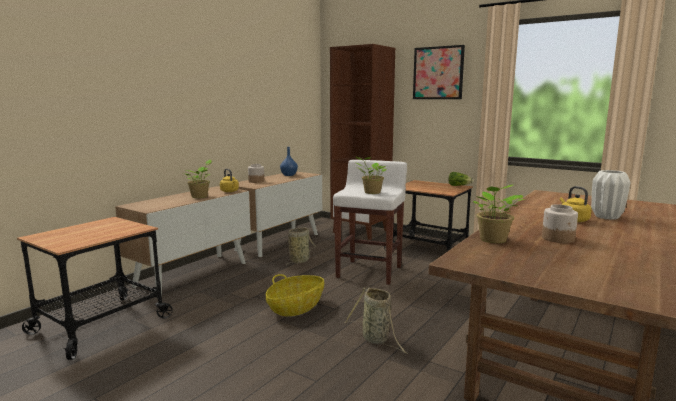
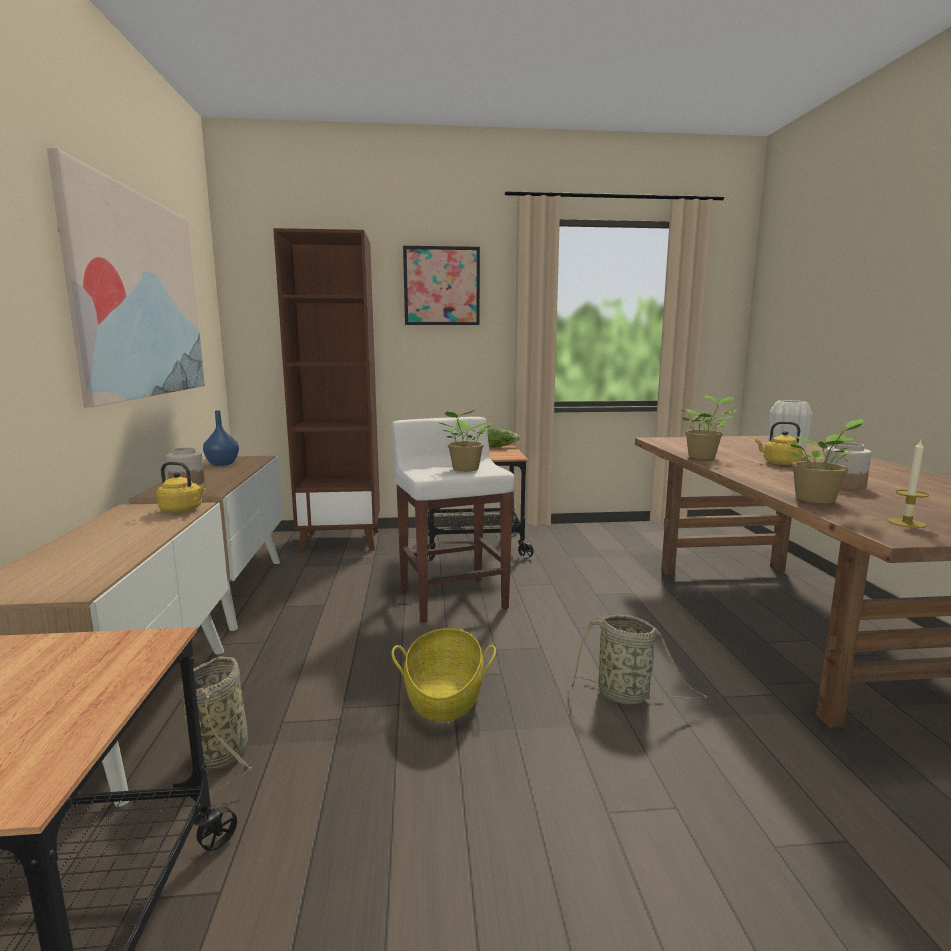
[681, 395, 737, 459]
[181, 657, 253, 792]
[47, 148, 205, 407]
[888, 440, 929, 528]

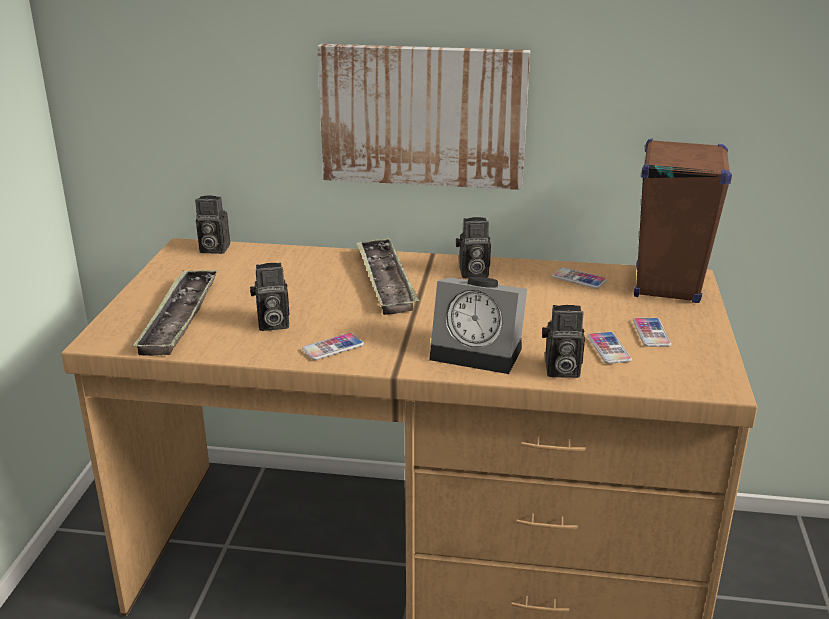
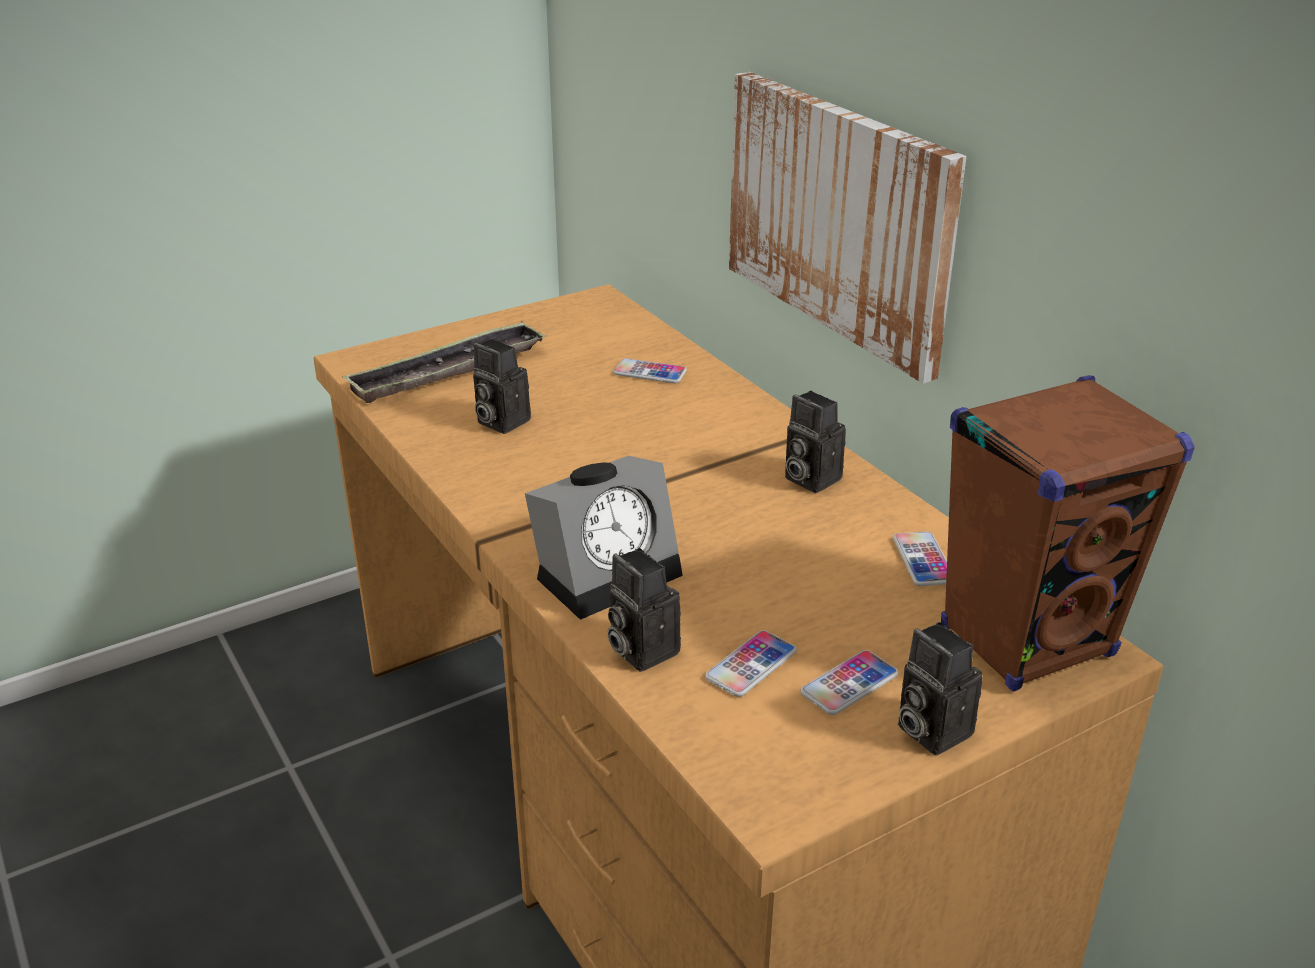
[898, 622, 983, 755]
[613, 358, 687, 384]
[356, 238, 419, 315] (first image)
[525, 456, 683, 620]

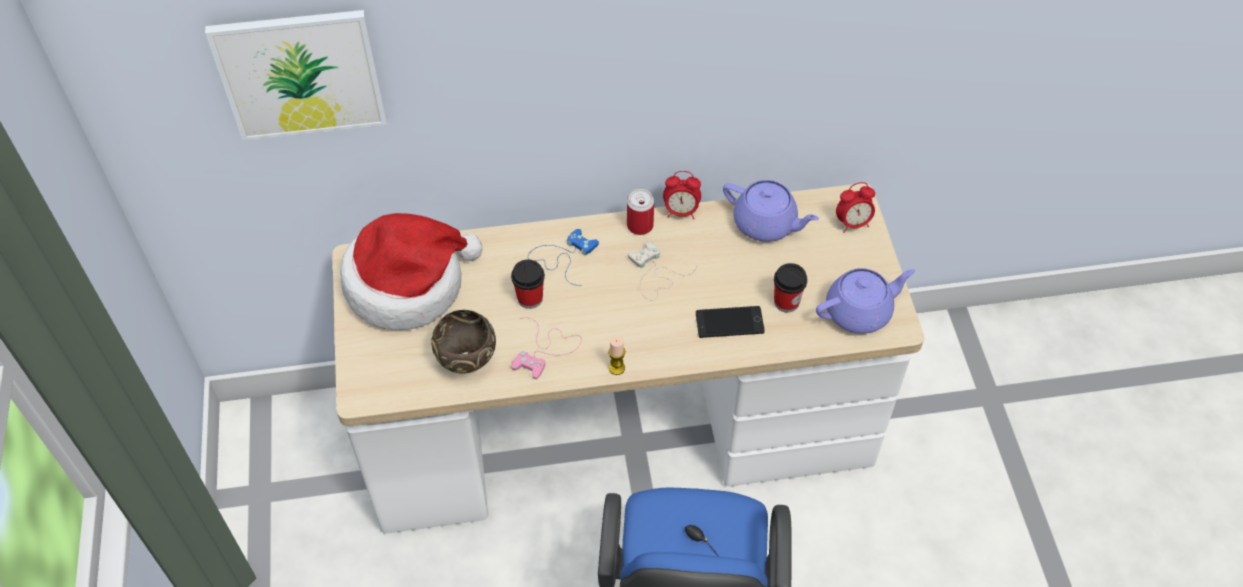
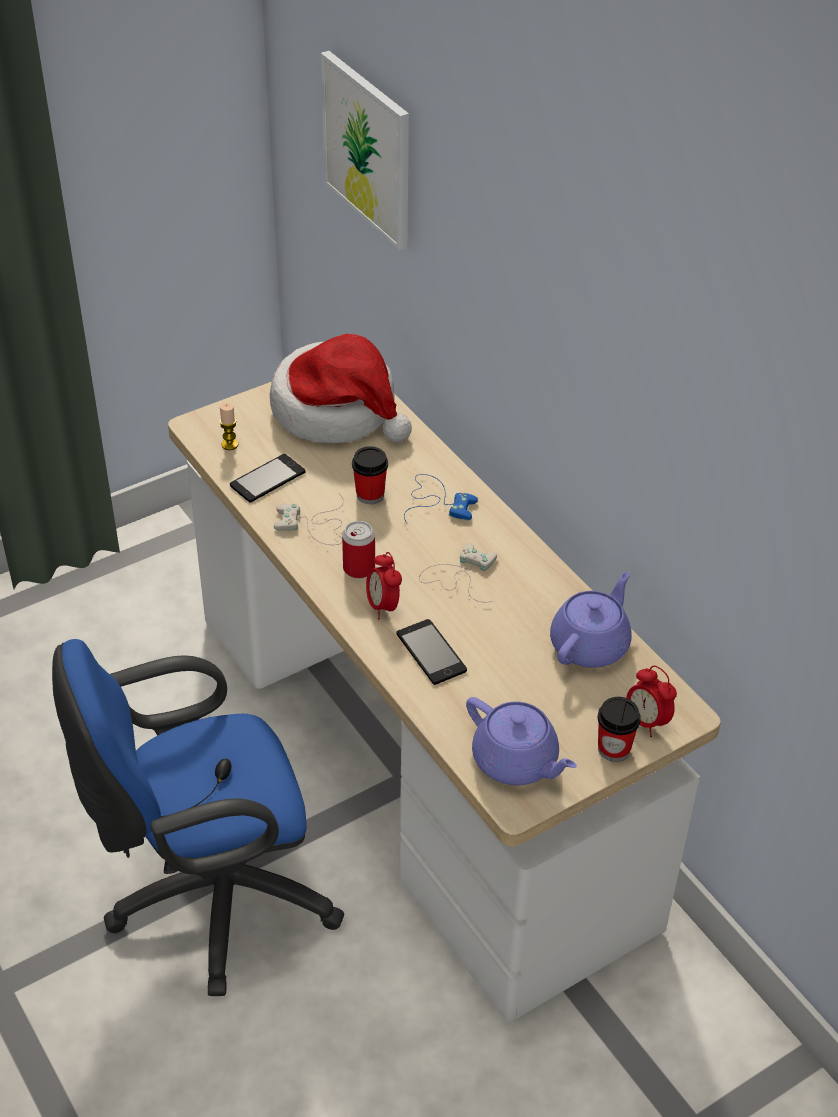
[230, 454, 305, 503]
[274, 493, 344, 545]
[219, 402, 238, 450]
[342, 521, 375, 578]
[366, 552, 402, 620]
[550, 572, 632, 668]
[598, 697, 641, 762]

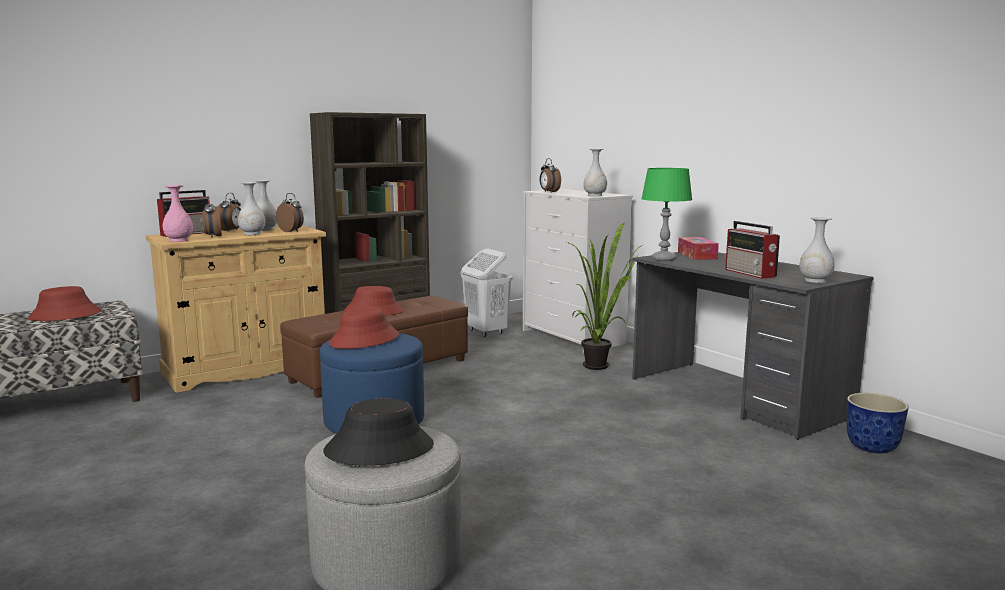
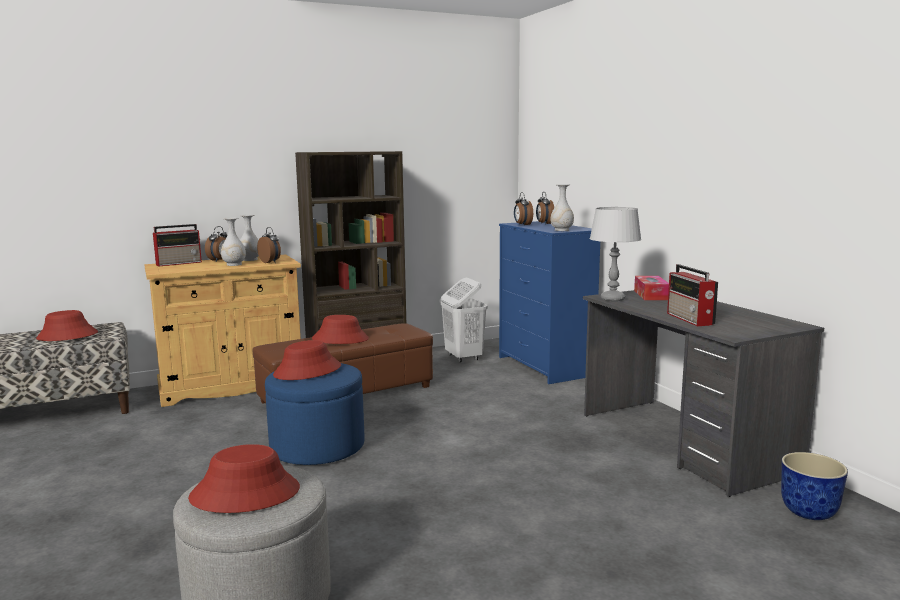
[162, 185, 193, 242] (first image)
[536, 192, 554, 225]
[188, 444, 300, 513]
[499, 221, 600, 384]
[567, 223, 641, 370] (first image)
[590, 207, 641, 301]
[799, 217, 834, 283] (first image)

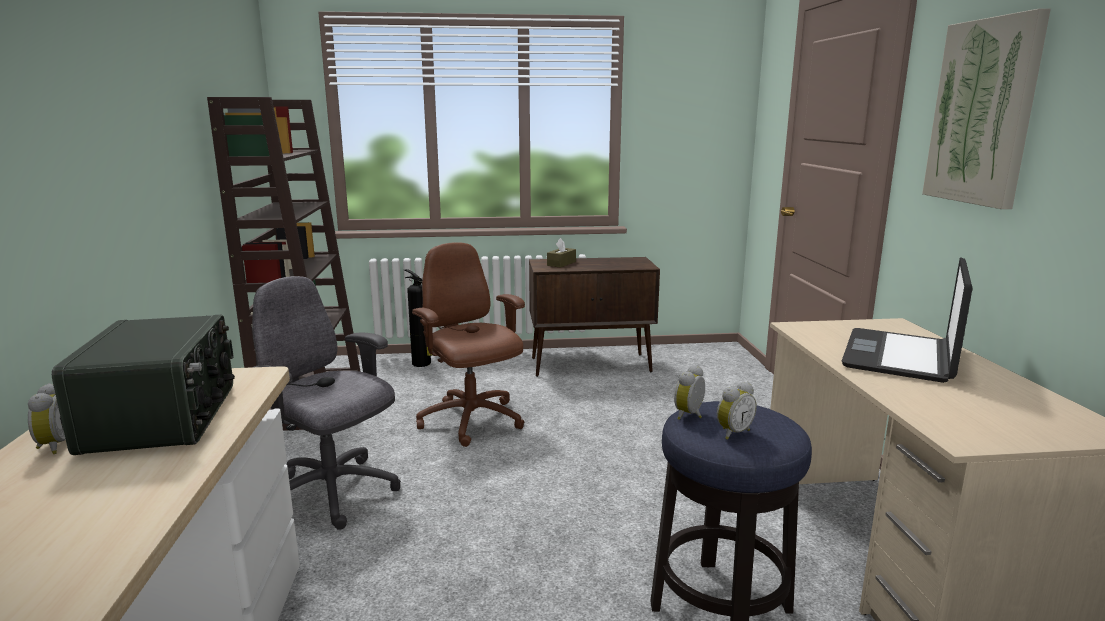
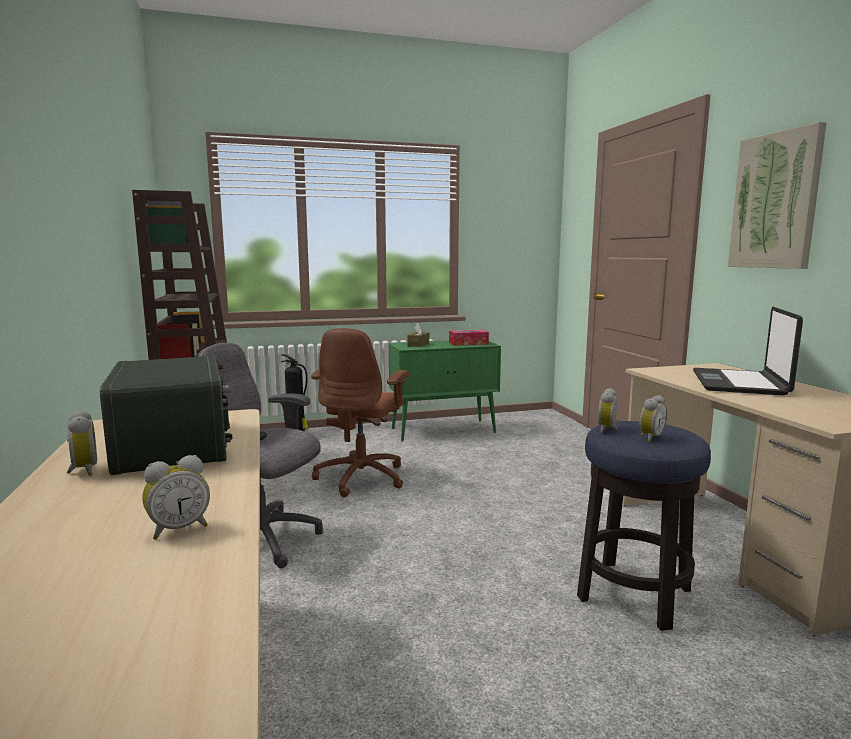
[311, 328, 409, 497]
[389, 340, 501, 441]
[142, 455, 210, 540]
[449, 330, 489, 346]

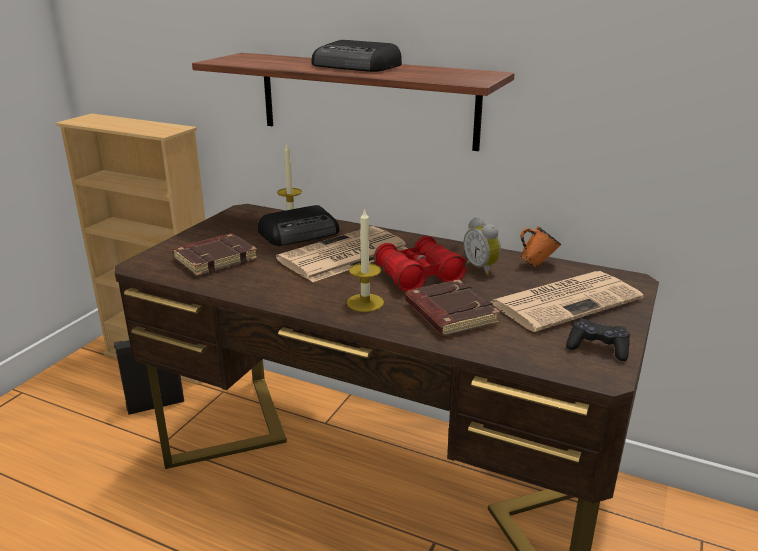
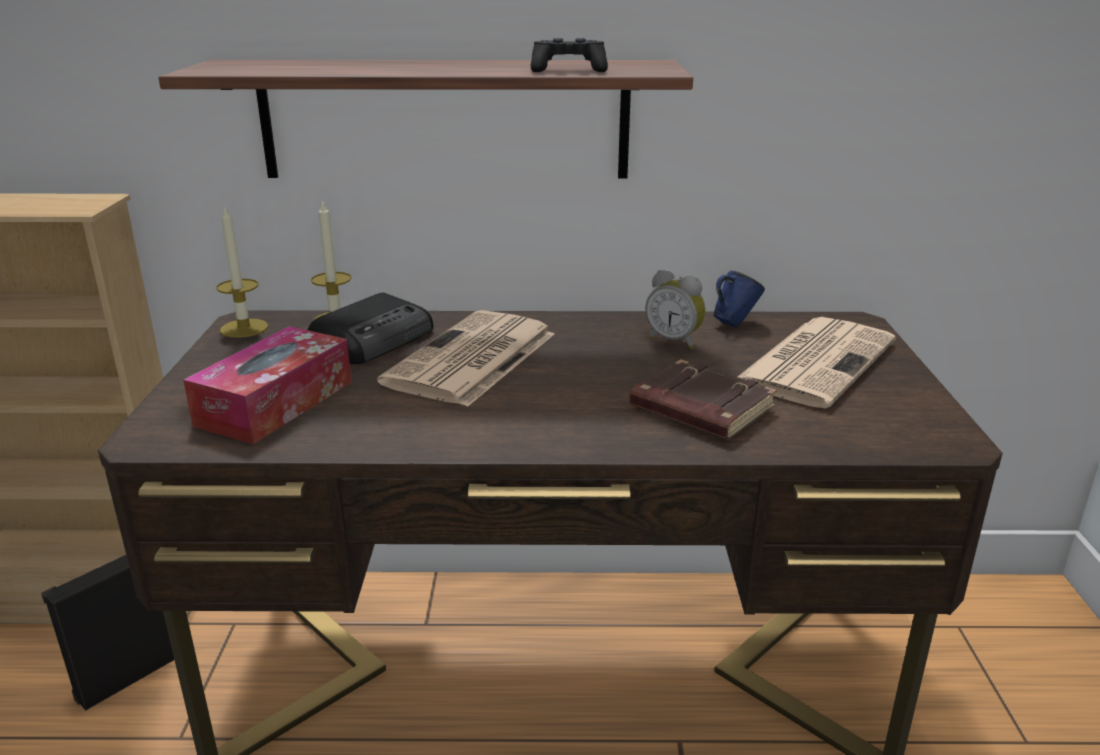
[183, 326, 351, 444]
[312, 40, 402, 72] (first image)
[216, 205, 268, 338]
[374, 236, 467, 292] (first image)
[713, 271, 765, 328]
[531, 38, 608, 72]

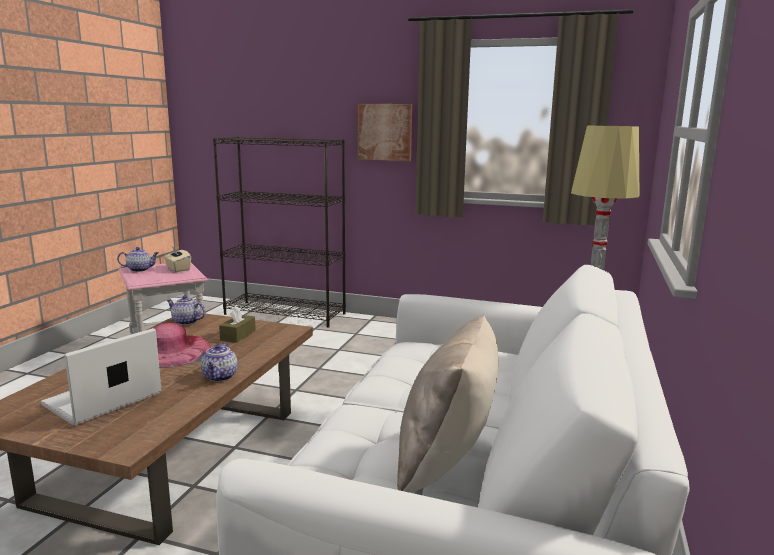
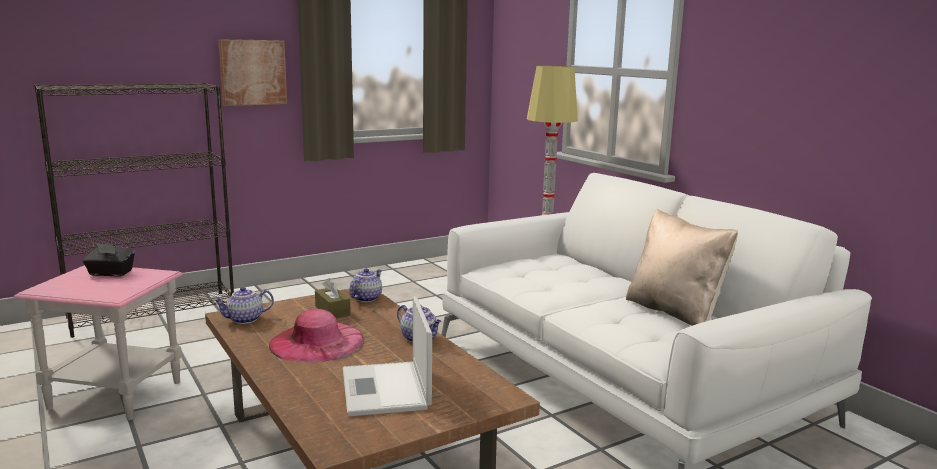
[349, 268, 382, 302]
[83, 243, 135, 276]

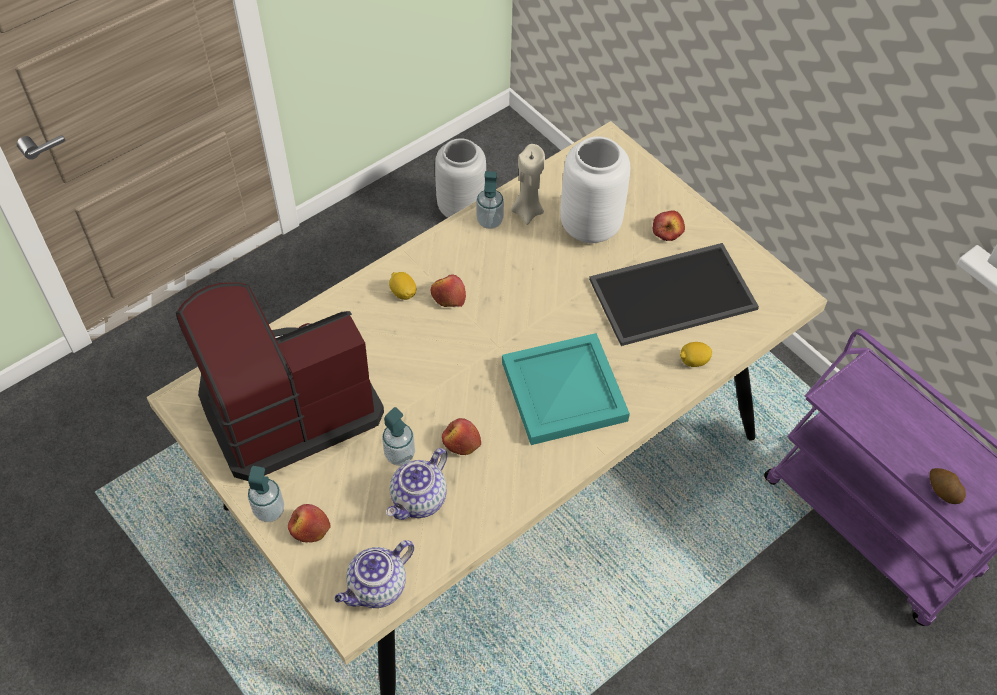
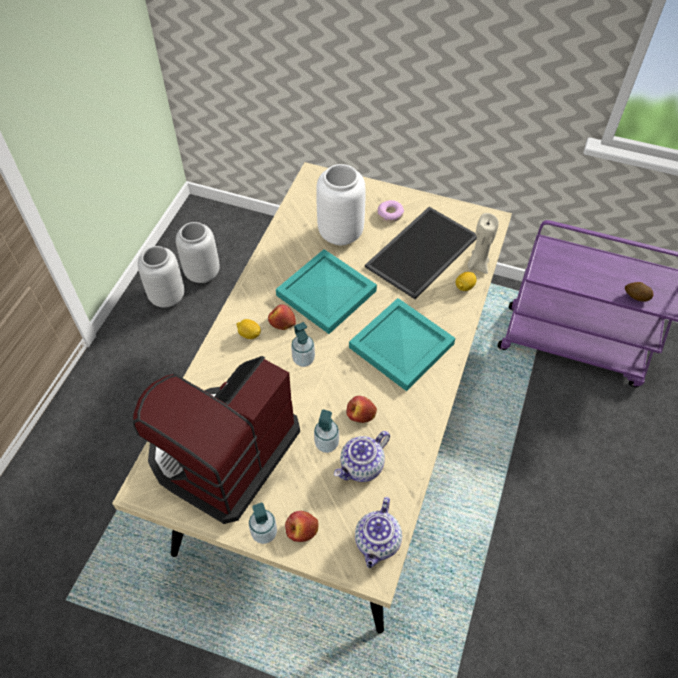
[334, 431, 390, 482]
[291, 322, 315, 367]
[467, 213, 499, 274]
[378, 200, 404, 223]
[137, 246, 184, 308]
[276, 249, 377, 334]

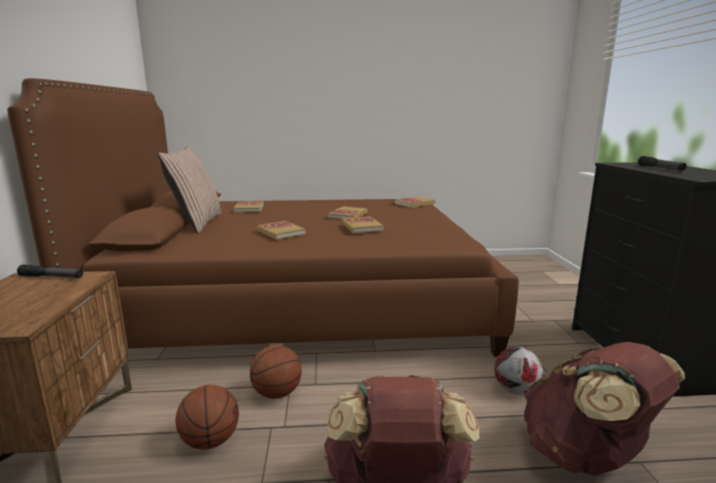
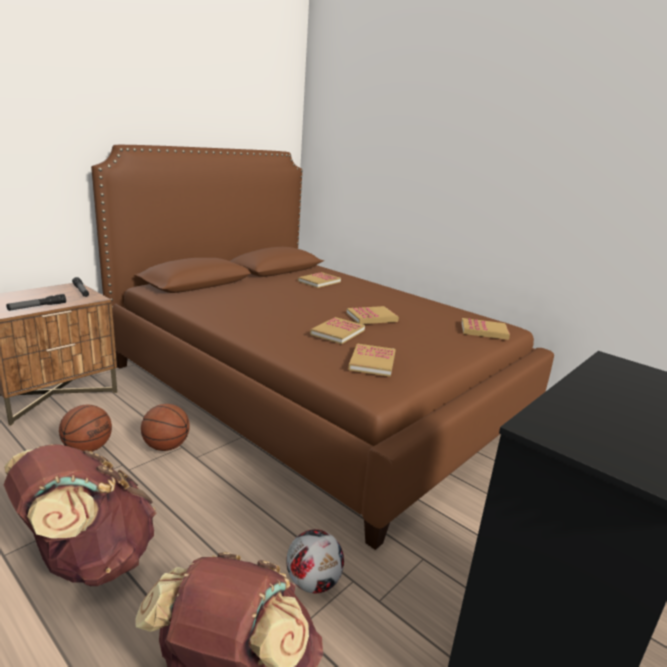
[158, 146, 222, 233] (first image)
[348, 344, 396, 377]
[6, 294, 66, 311]

